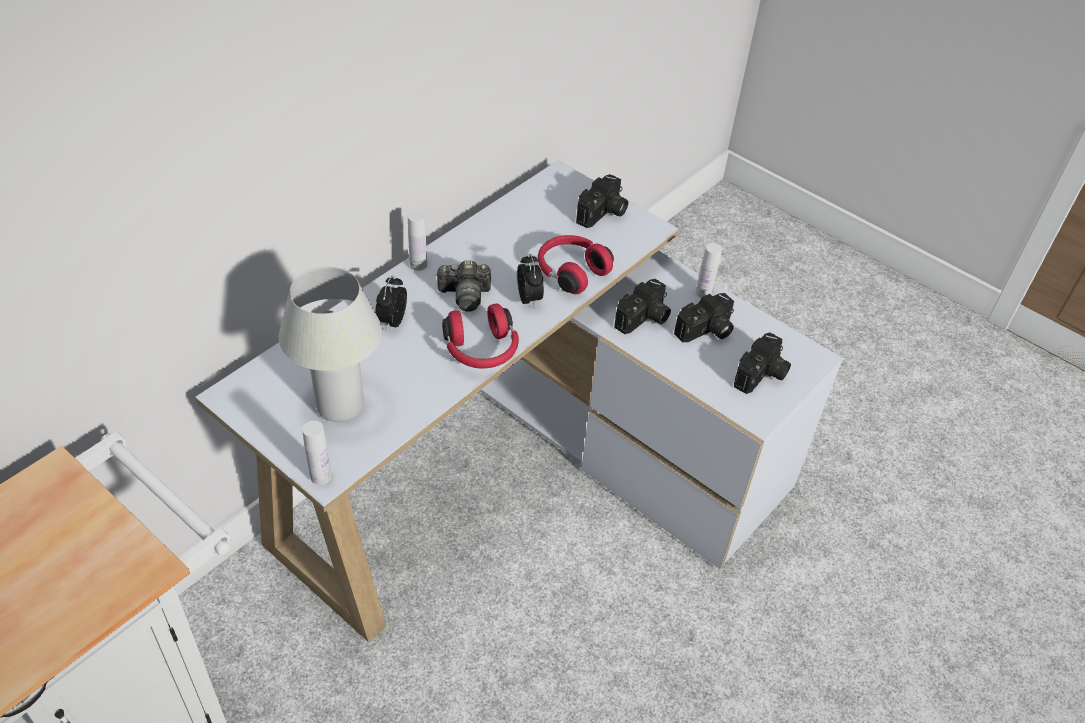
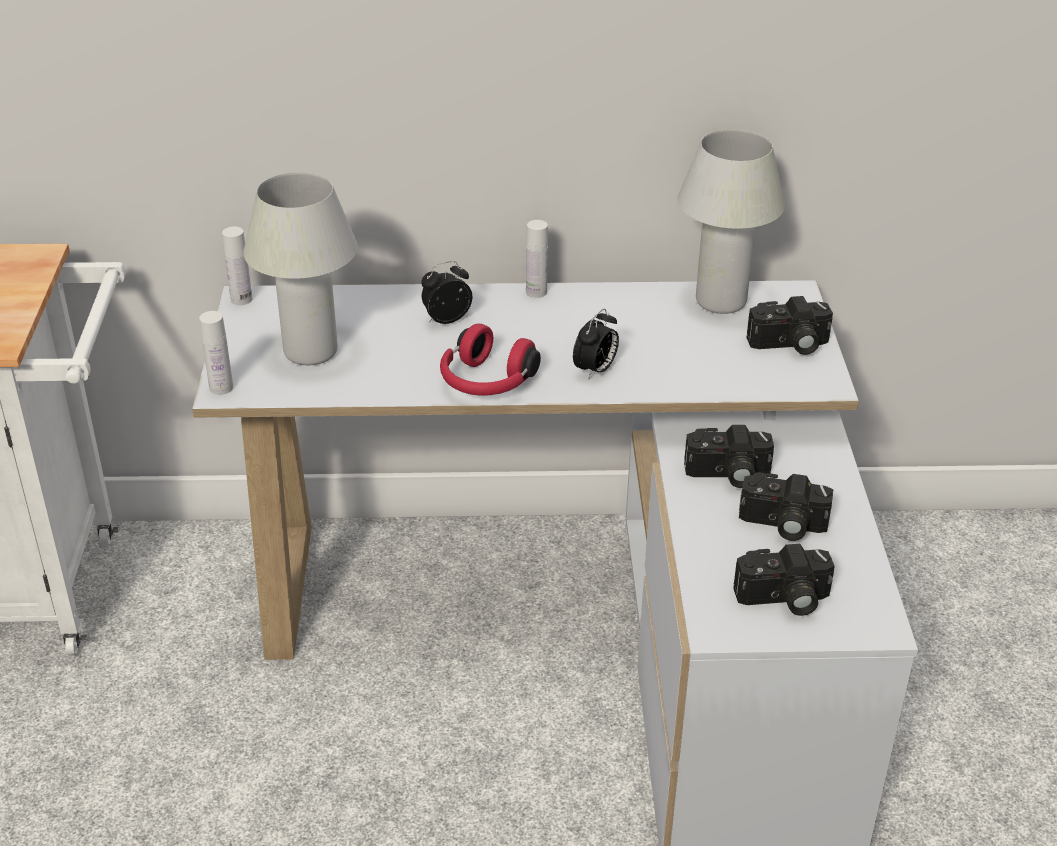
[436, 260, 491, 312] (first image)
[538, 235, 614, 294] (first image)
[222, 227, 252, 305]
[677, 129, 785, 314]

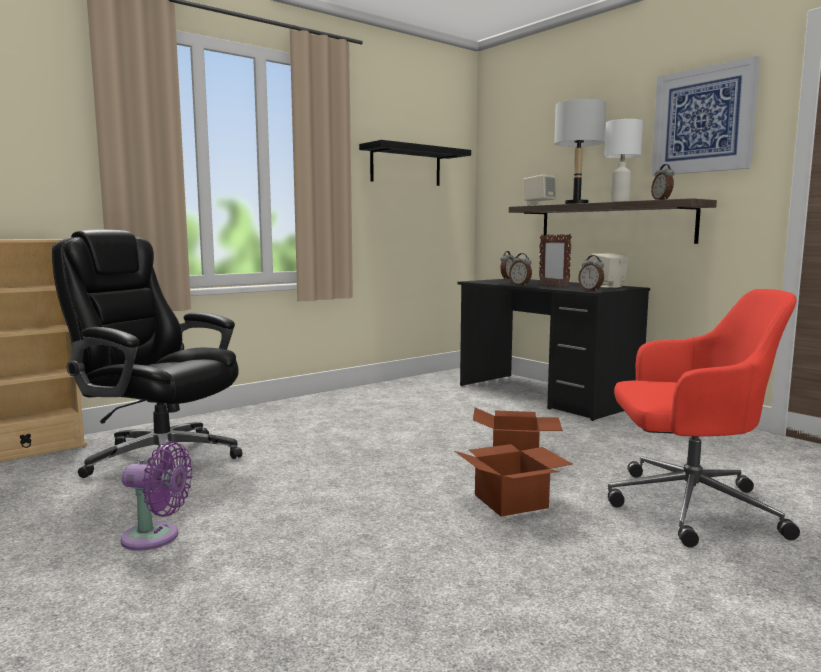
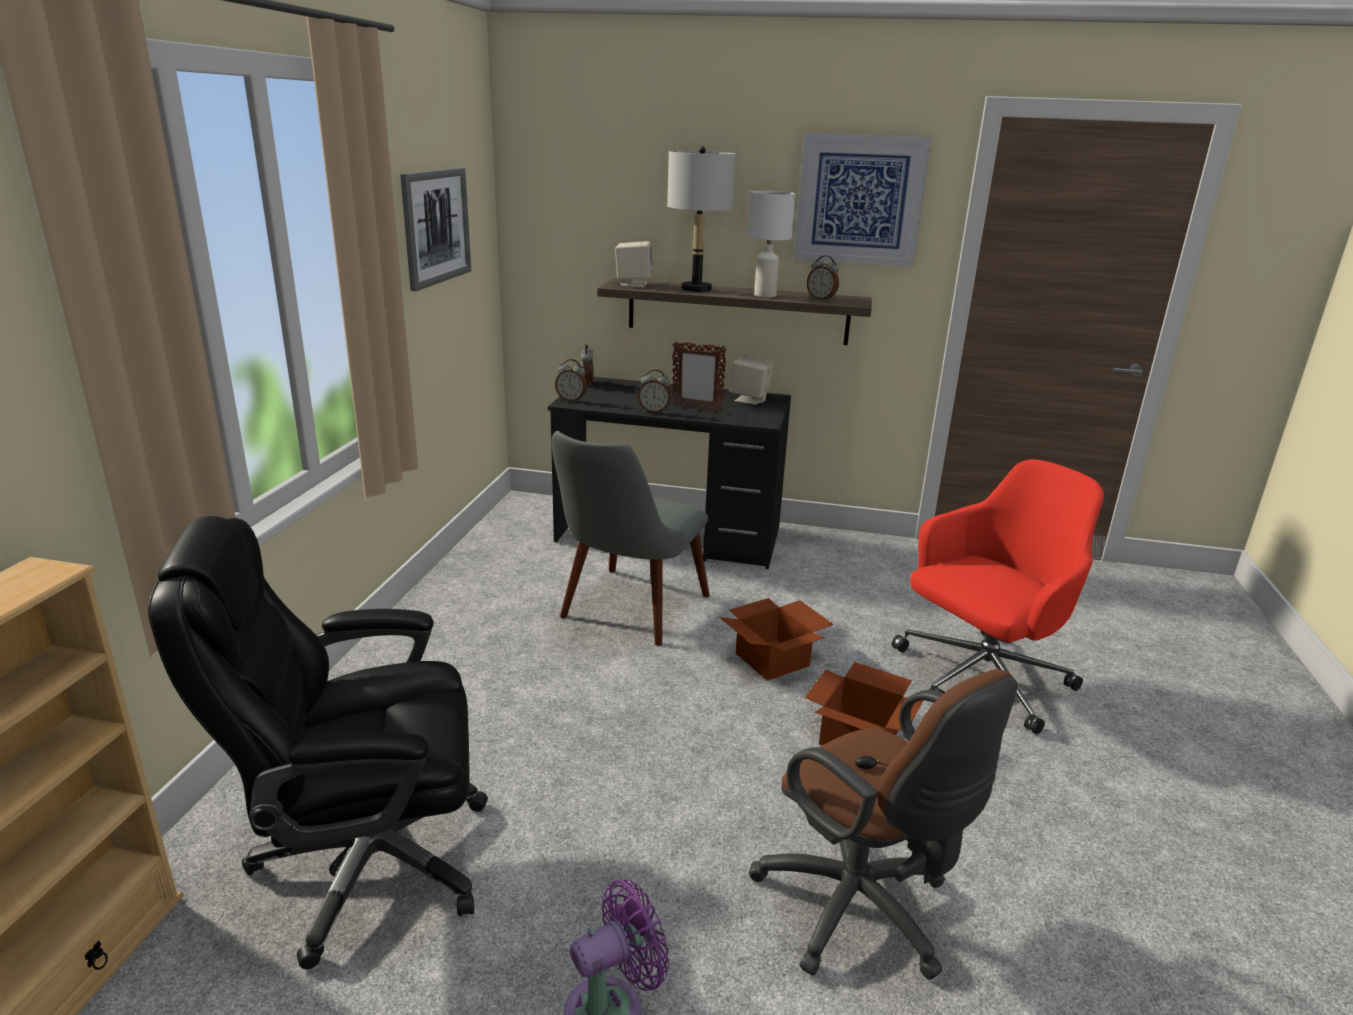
[400, 168, 471, 291]
[555, 359, 587, 402]
[552, 431, 710, 646]
[748, 669, 1017, 980]

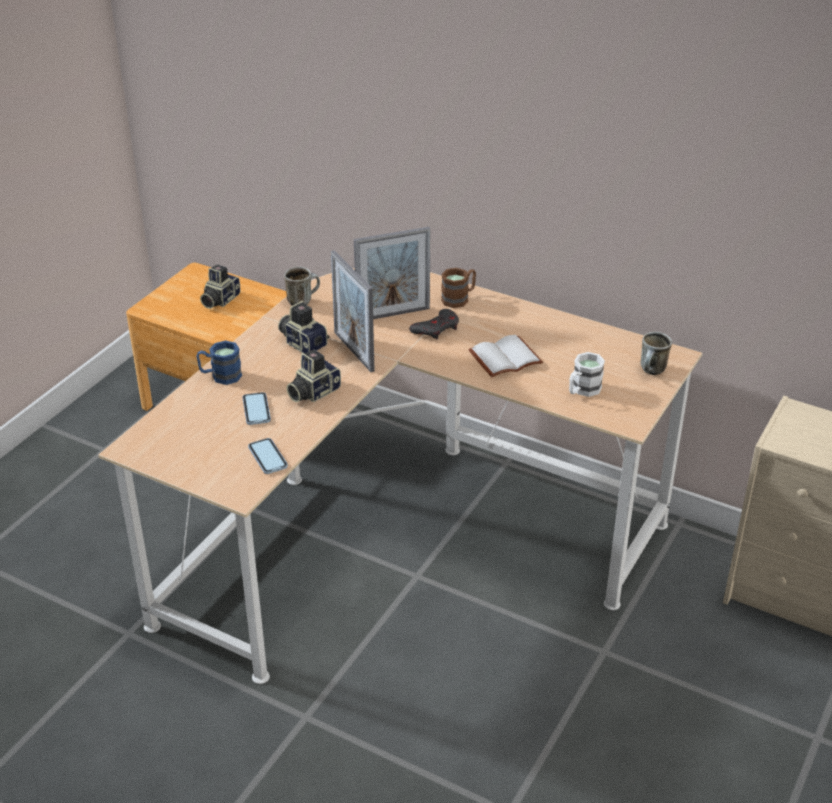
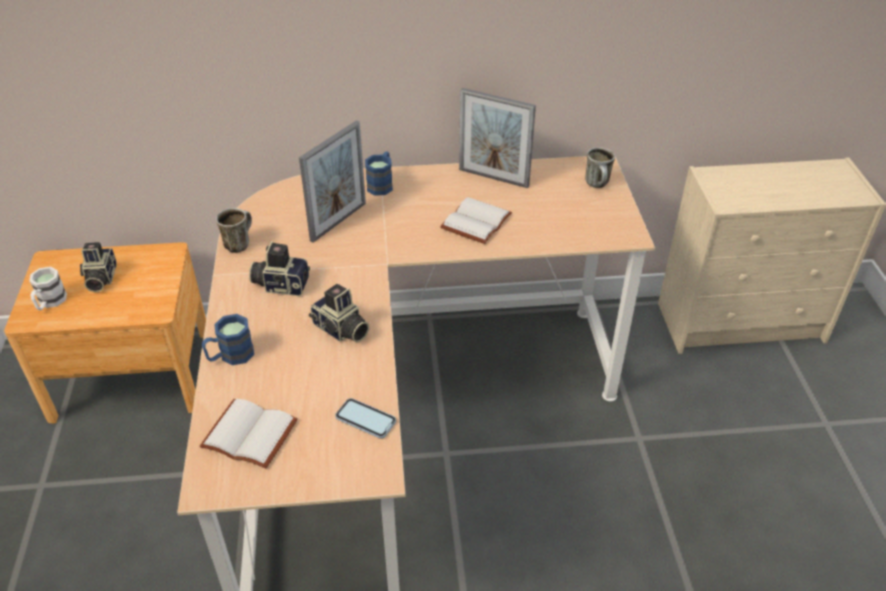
[242, 392, 271, 425] (first image)
[309, 284, 370, 342]
[459, 88, 536, 188]
[409, 309, 459, 340] (first image)
[365, 152, 393, 196]
[29, 267, 67, 310]
[199, 399, 298, 469]

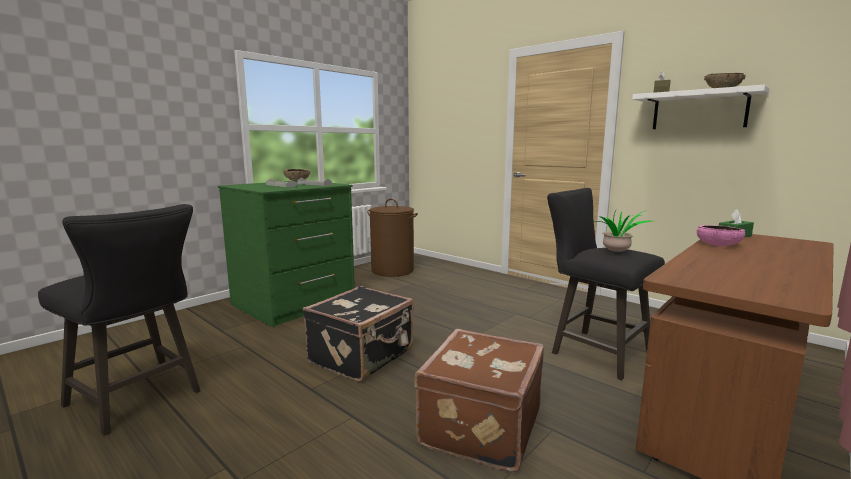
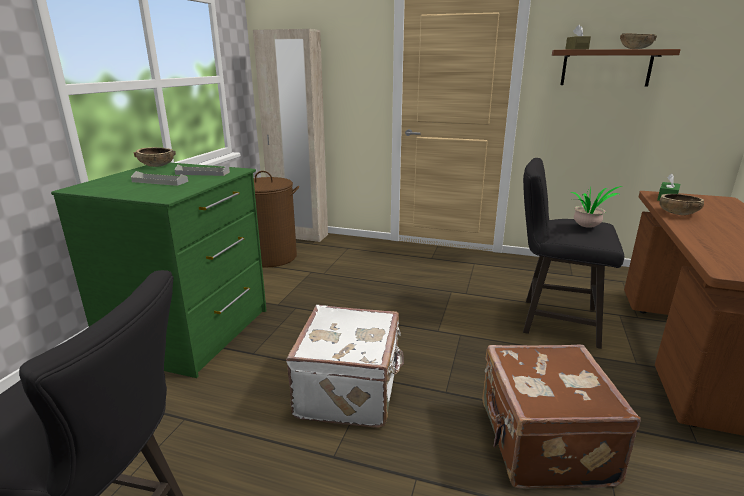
[286, 305, 404, 428]
[552, 49, 681, 87]
[659, 194, 704, 215]
[253, 29, 328, 242]

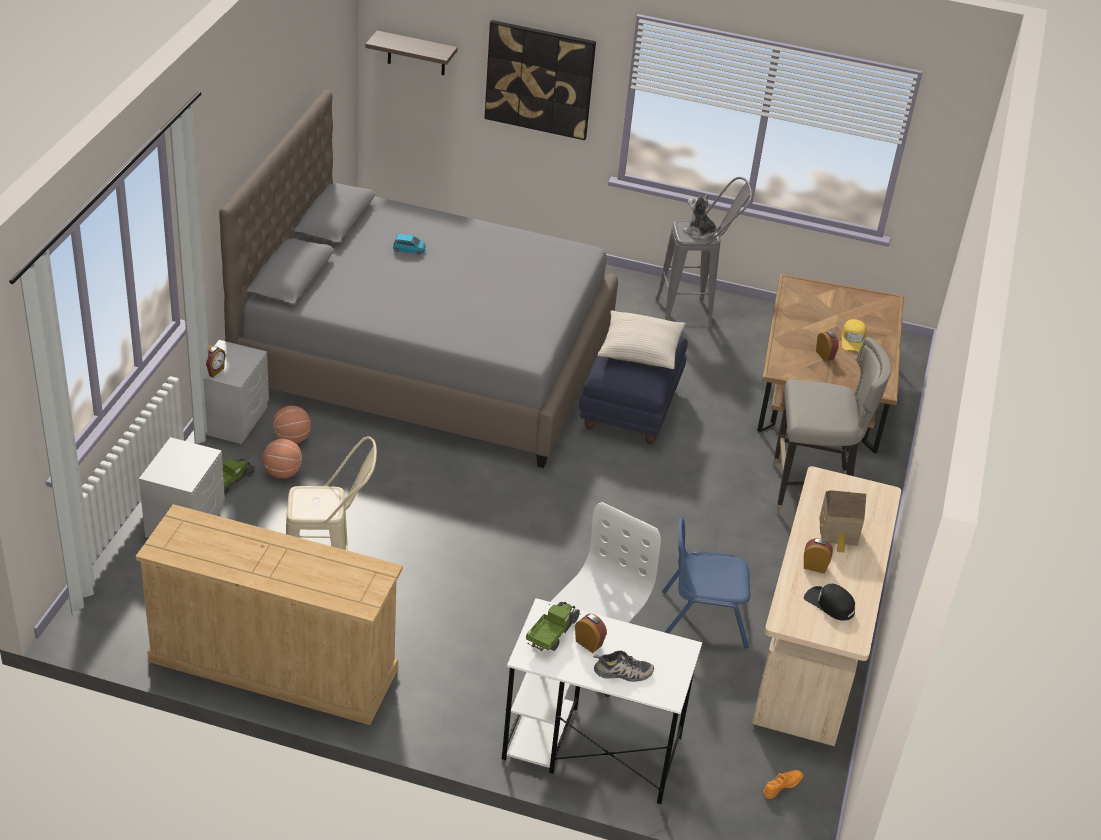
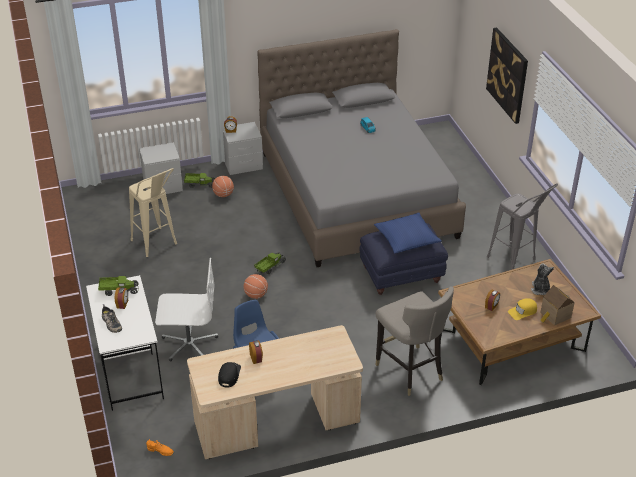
[136, 504, 403, 725] (first image)
[243, 274, 268, 299]
[365, 30, 457, 75] (first image)
[374, 212, 442, 254]
[531, 263, 554, 295]
[540, 285, 575, 326]
[254, 253, 286, 274]

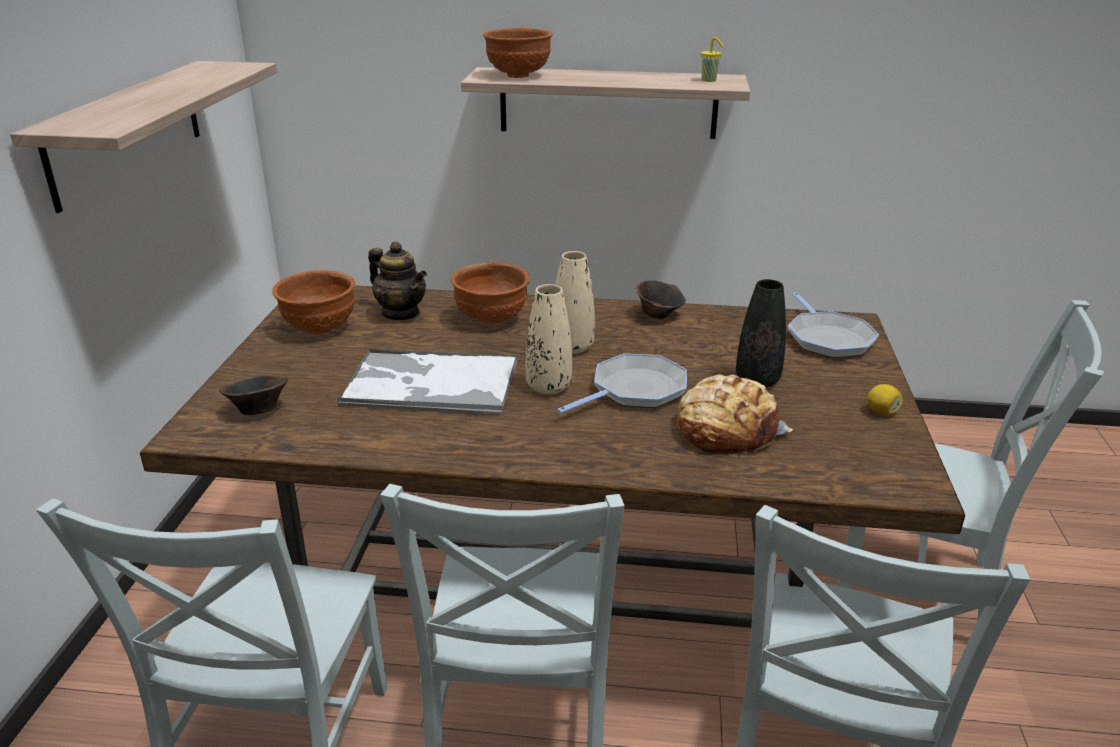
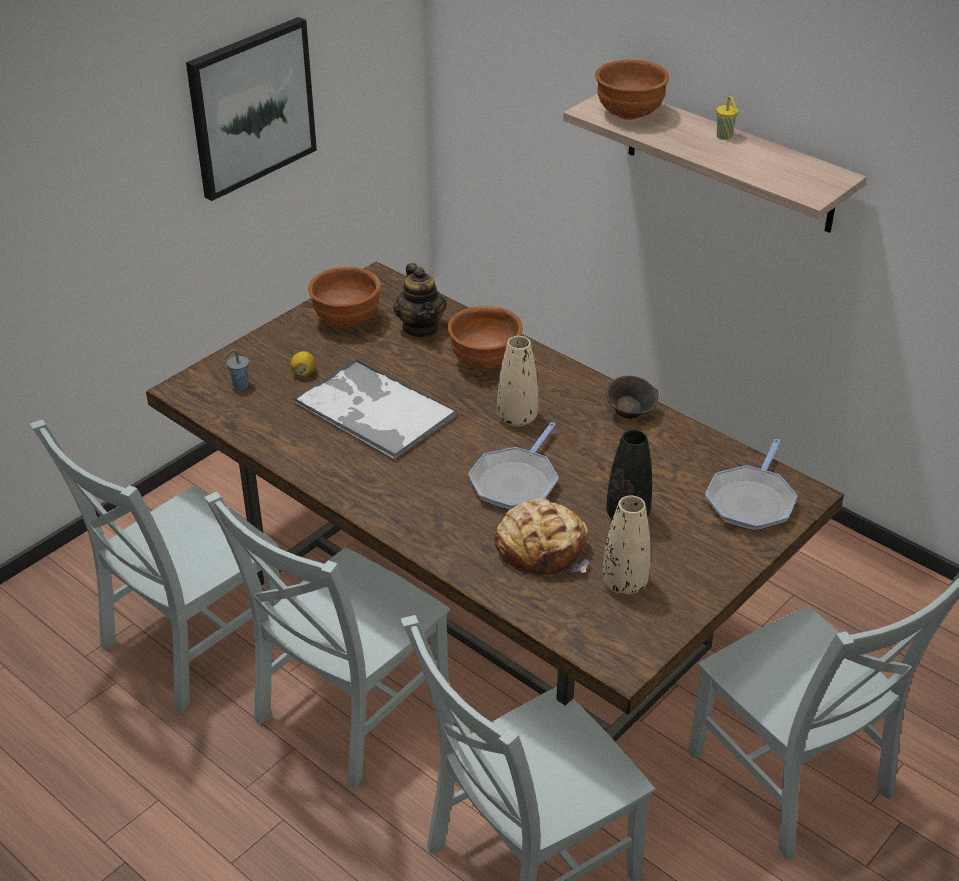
[186, 17, 317, 201]
[224, 349, 249, 390]
[602, 495, 651, 595]
[468, 422, 559, 510]
[716, 96, 738, 140]
[290, 351, 316, 377]

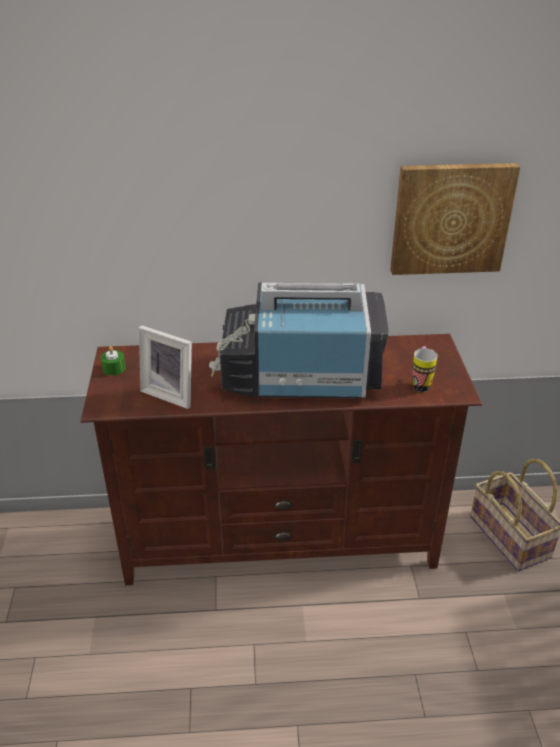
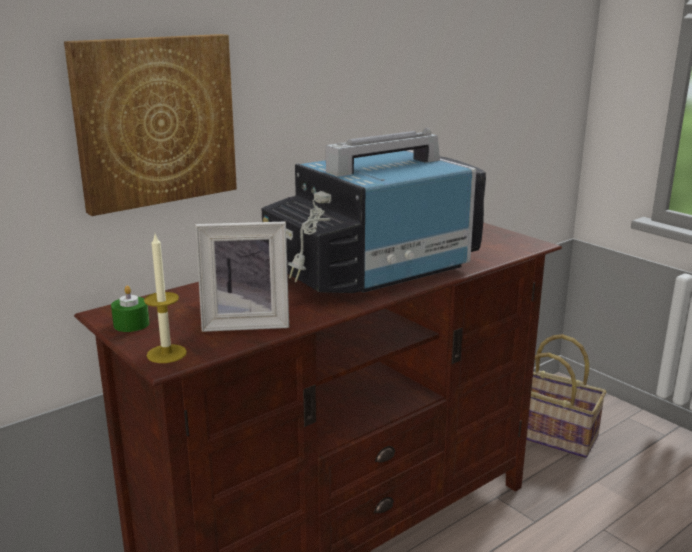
[64, 34, 237, 216]
[412, 346, 437, 392] (first image)
[144, 234, 187, 363]

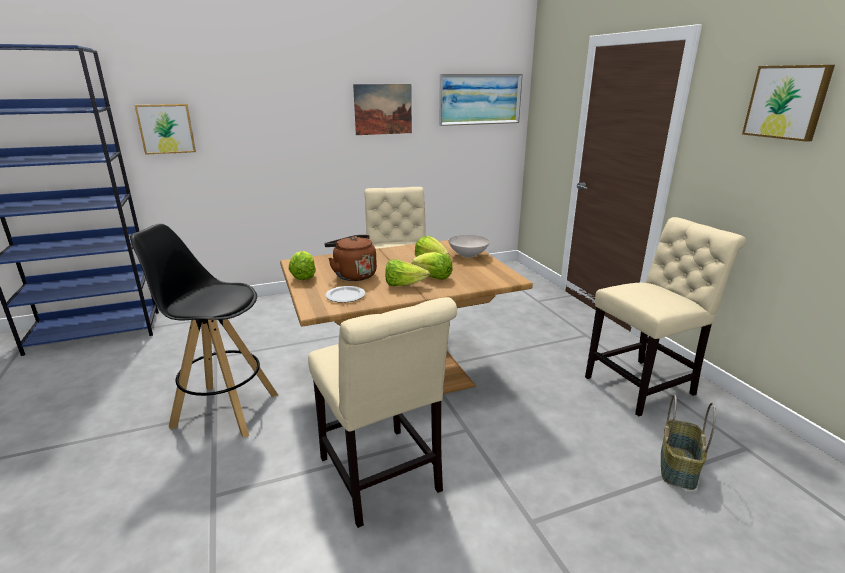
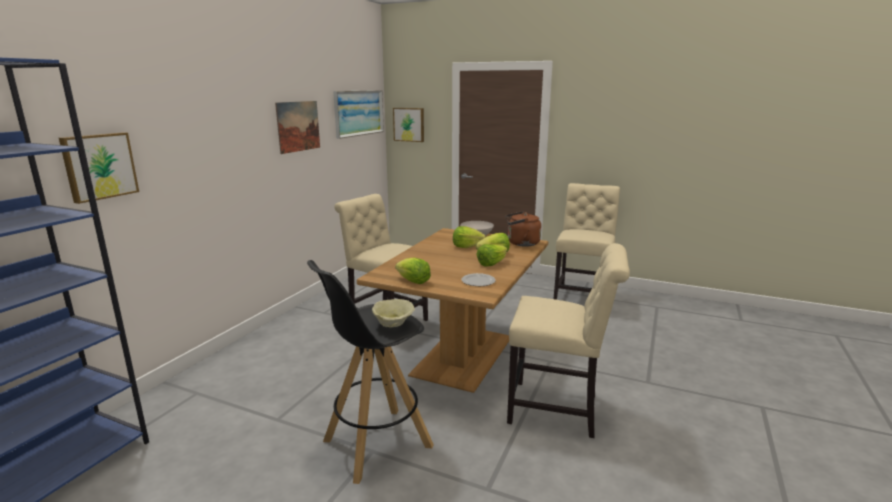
[505, 211, 541, 247]
[661, 394, 716, 490] (first image)
[393, 108, 424, 142]
[372, 299, 415, 327]

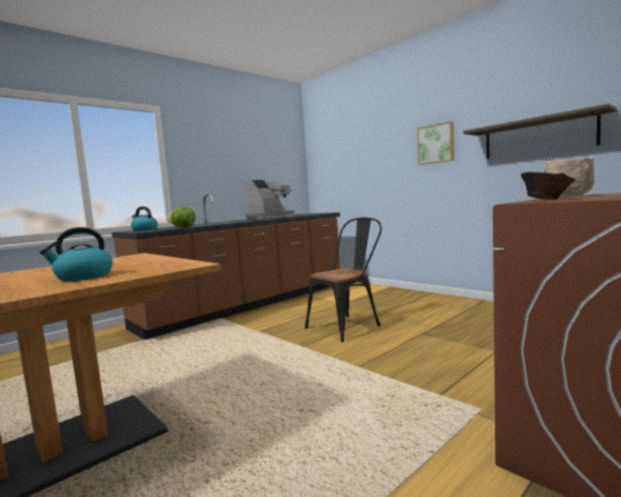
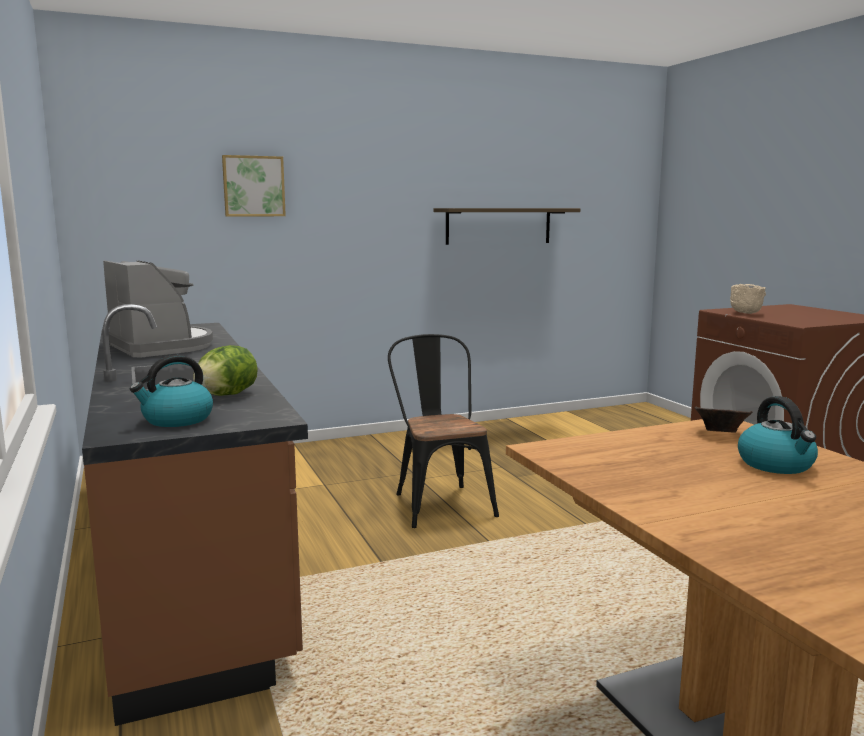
[222, 155, 286, 217]
[695, 407, 753, 433]

